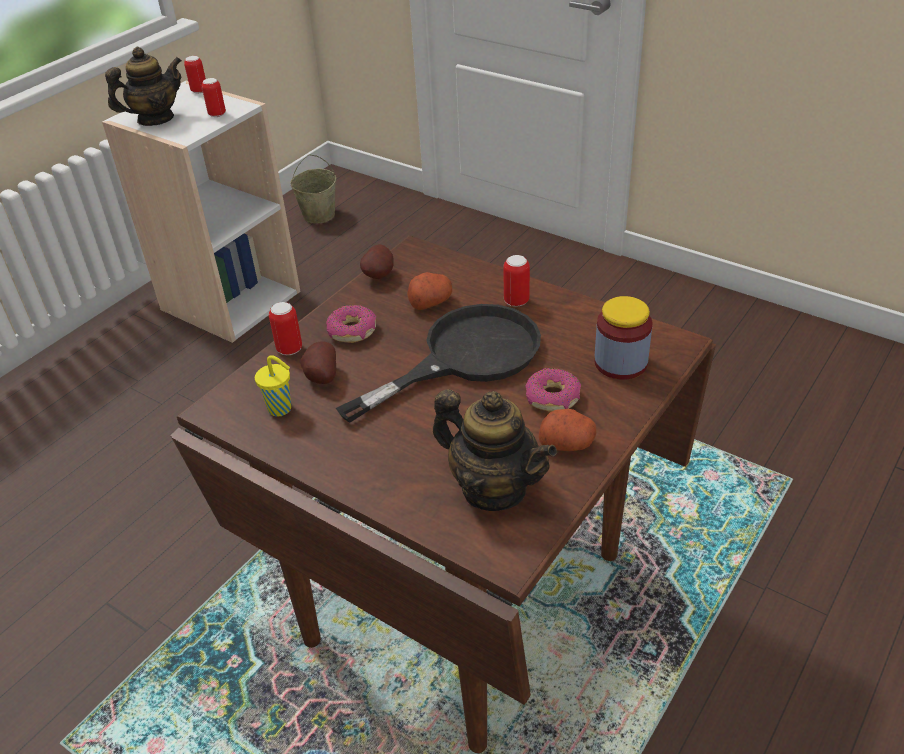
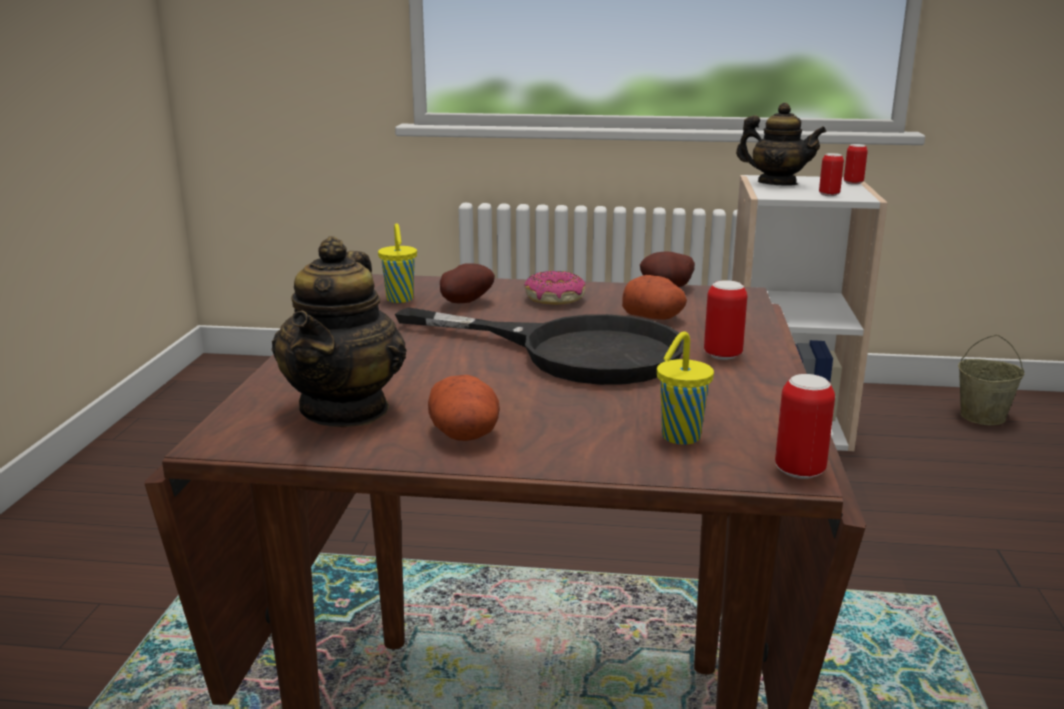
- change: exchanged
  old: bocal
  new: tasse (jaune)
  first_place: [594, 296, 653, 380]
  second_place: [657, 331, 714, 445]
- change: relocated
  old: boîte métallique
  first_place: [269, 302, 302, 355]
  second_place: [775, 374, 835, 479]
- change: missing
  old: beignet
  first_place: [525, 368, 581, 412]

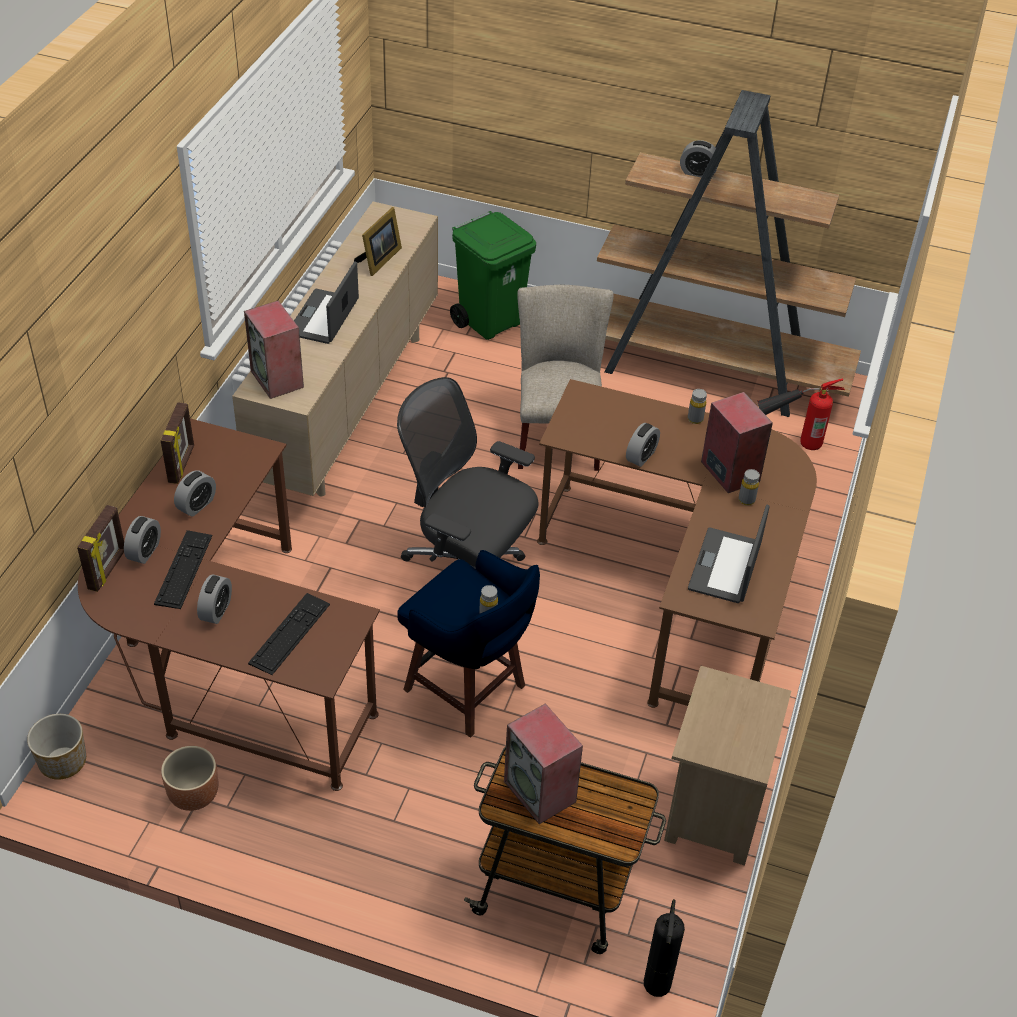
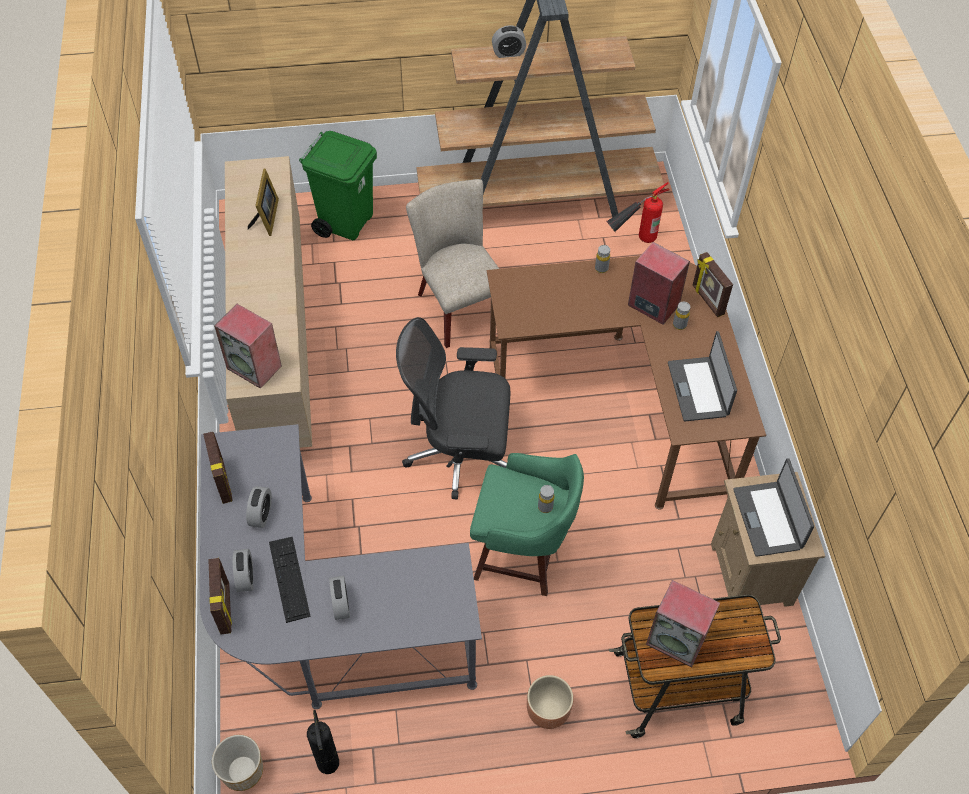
- change: colour
  old: bureau (marron)
  new: bureau (gris)
  first_place: [78, 418, 380, 791]
  second_place: [200, 424, 482, 709]
- change: relocated
  old: extincteur
  first_place: [644, 899, 685, 997]
  second_place: [307, 710, 339, 774]
- change: colour
  old: tabouret (bleu)
  new: tabouret (vert)
  first_place: [397, 550, 540, 738]
  second_place: [470, 453, 584, 596]
- change: relocated
  old: cache-pot (marron)
  first_place: [161, 746, 218, 811]
  second_place: [527, 675, 574, 729]
- change: appeared
  new: cadre photo
  second_place: [693, 252, 733, 317]
- change: relocated
  old: ordinateur portable
  first_place: [294, 261, 359, 344]
  second_place: [733, 458, 814, 557]
- change: missing
  old: clavier
  first_place: [248, 593, 330, 675]
- change: missing
  old: réveil
  first_place: [626, 423, 660, 467]

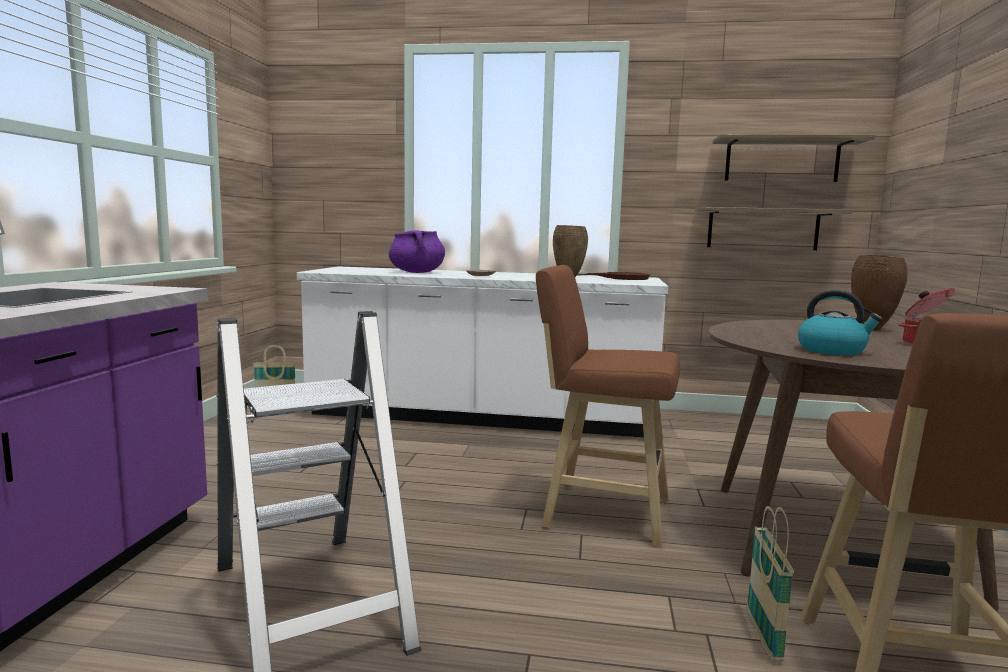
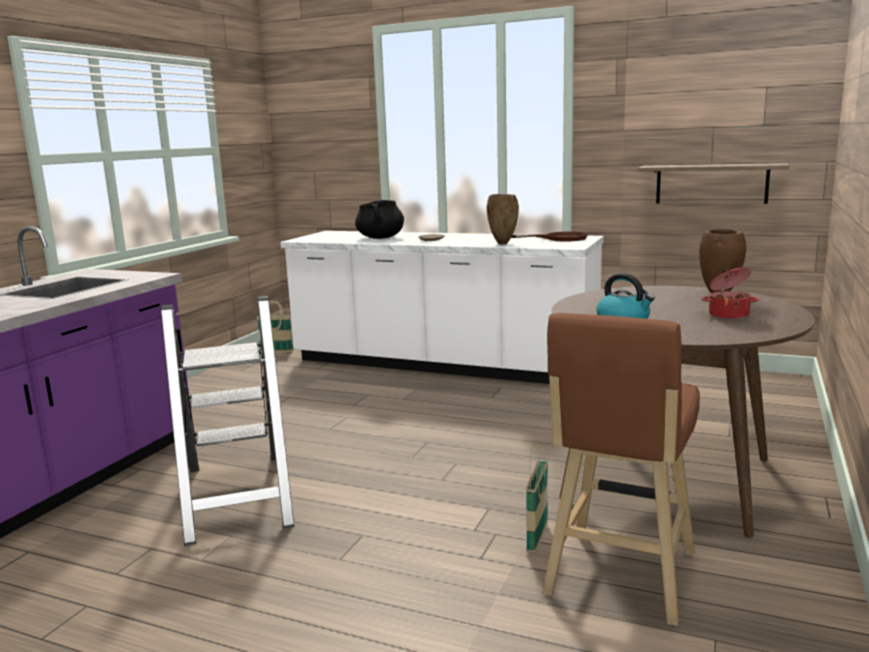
- change: colour
  old: marmite (violet)
  new: marmite (noir)
  first_place: [389, 230, 445, 273]
  second_place: [355, 200, 404, 239]
- change: missing
  old: tabouret (marron)
  first_place: [536, 265, 680, 547]
- change: missing
  old: étagère
  first_place: [712, 134, 875, 182]

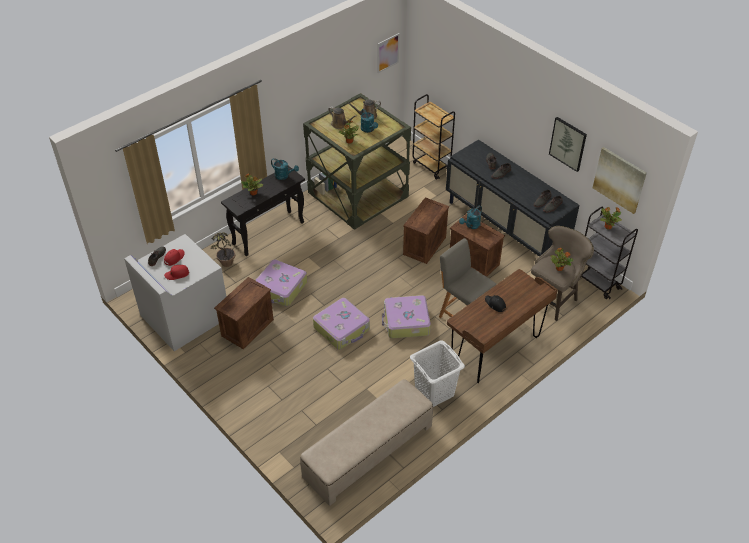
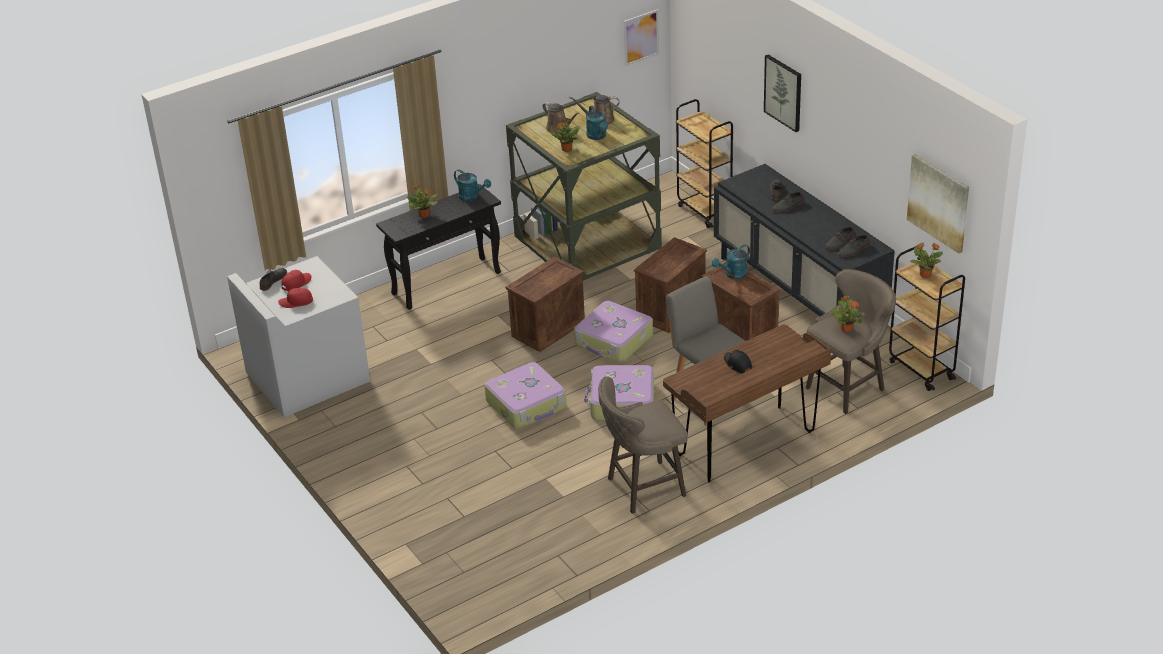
- change: relocated
  old: caisse
  first_place: [214, 277, 274, 349]
  second_place: [505, 256, 585, 352]
- change: relocated
  old: valise
  first_place: [255, 259, 307, 306]
  second_place: [574, 301, 653, 362]
- change: exchanged
  old: panier à linge (blanc)
  new: tabouret (beige)
  first_place: [410, 340, 465, 407]
  second_place: [598, 377, 688, 514]
- change: relocated
  old: tableau
  first_place: [549, 117, 587, 172]
  second_place: [764, 55, 801, 132]
- change: colour
  old: chariot (gris)
  new: chariot (marron)
  first_place: [581, 207, 638, 299]
  second_place: [889, 246, 965, 391]
- change: missing
  old: plante en pot
  first_place: [211, 232, 235, 267]
- change: missing
  old: banc (beige)
  first_place: [300, 379, 433, 506]

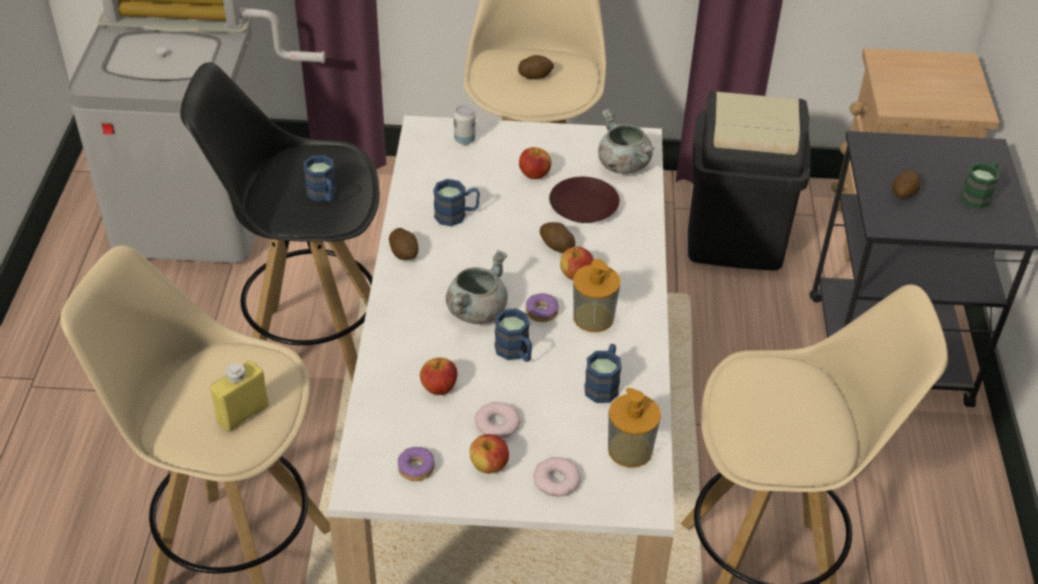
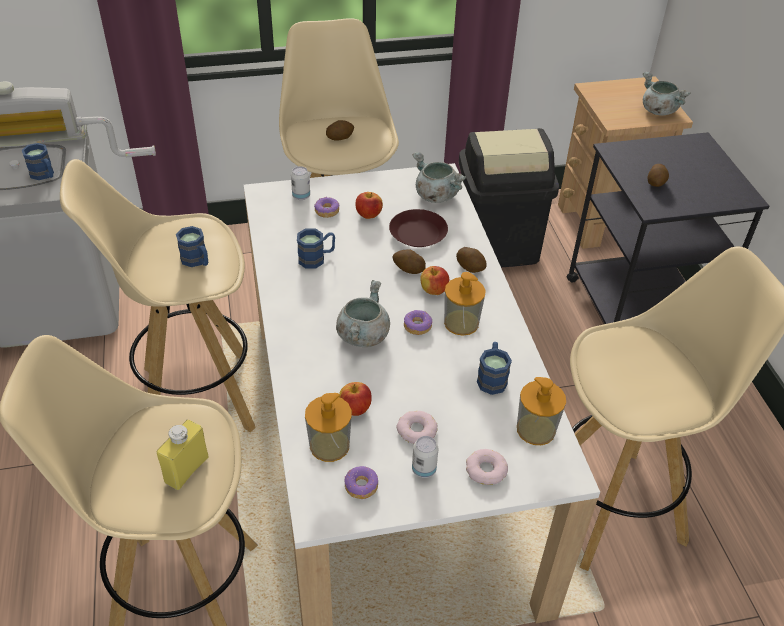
- change: relocated
  old: mug (bleu)
  first_place: [494, 308, 532, 362]
  second_place: [22, 143, 54, 180]
- change: colour
  old: tabouret (noir)
  new: tabouret (beige)
  first_place: [180, 63, 380, 383]
  second_place: [60, 159, 256, 432]
- change: appeared
  new: distributeur de savon
  second_place: [305, 393, 352, 462]
- change: appeared
  new: beignet
  second_place: [314, 197, 339, 218]
- change: exchanged
  old: pomme
  new: boîte métallique
  first_place: [470, 434, 509, 474]
  second_place: [412, 436, 438, 478]
- change: relocated
  old: pomme de terre
  first_place: [389, 228, 418, 260]
  second_place: [456, 247, 487, 273]
- change: appeared
  new: marmite (gris)
  second_place: [643, 72, 691, 116]
- change: missing
  old: mug (vert)
  first_place: [960, 162, 1000, 209]

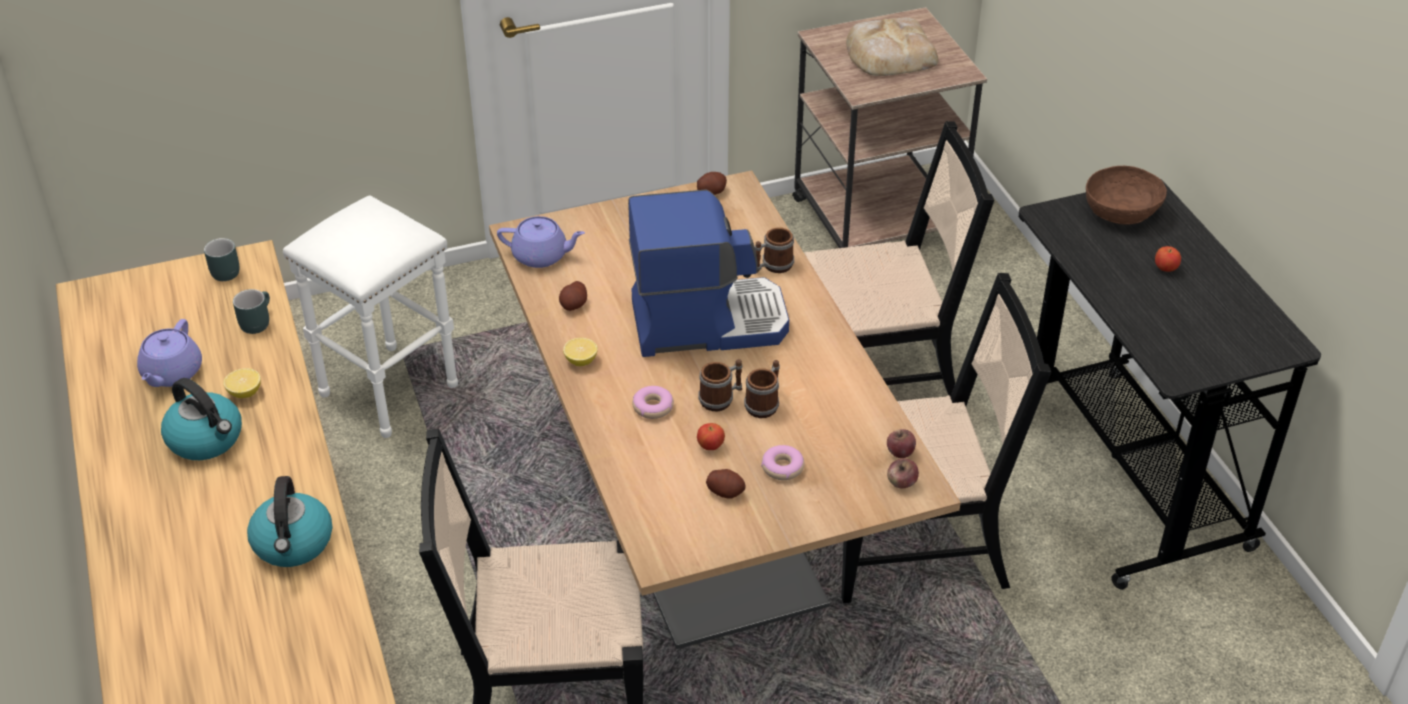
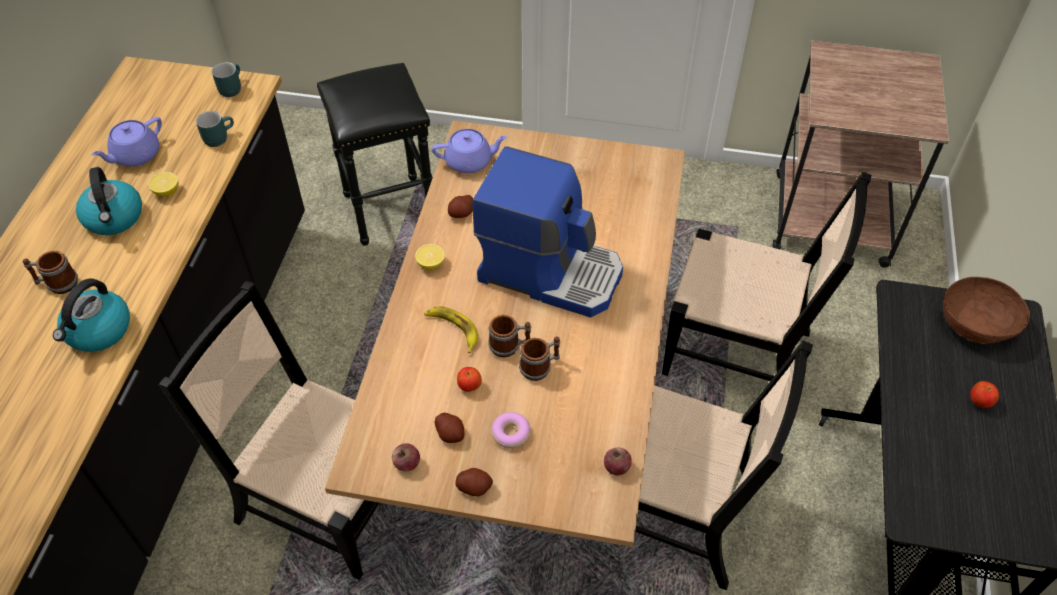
- change: relocated
  old: mug
  first_place: [755, 227, 794, 274]
  second_place: [23, 251, 78, 294]
- change: colour
  old: tabouret (blanc)
  new: tabouret (noir)
  first_place: [283, 195, 458, 438]
  second_place: [317, 63, 433, 246]
- change: relocated
  old: pomme
  first_place: [887, 459, 919, 488]
  second_place: [392, 443, 420, 471]
- change: exchanged
  old: beignet
  new: banane
  first_place: [632, 386, 674, 419]
  second_place: [424, 306, 478, 353]
- change: spun
  old: théière (violet)
  first_place: [497, 216, 585, 268]
  second_place: [432, 129, 507, 173]
  degrees: -45
- change: relocated
  old: pomme de terre
  first_place: [697, 172, 727, 195]
  second_place: [455, 468, 493, 496]
- change: missing
  old: pain
  first_place: [846, 17, 938, 76]

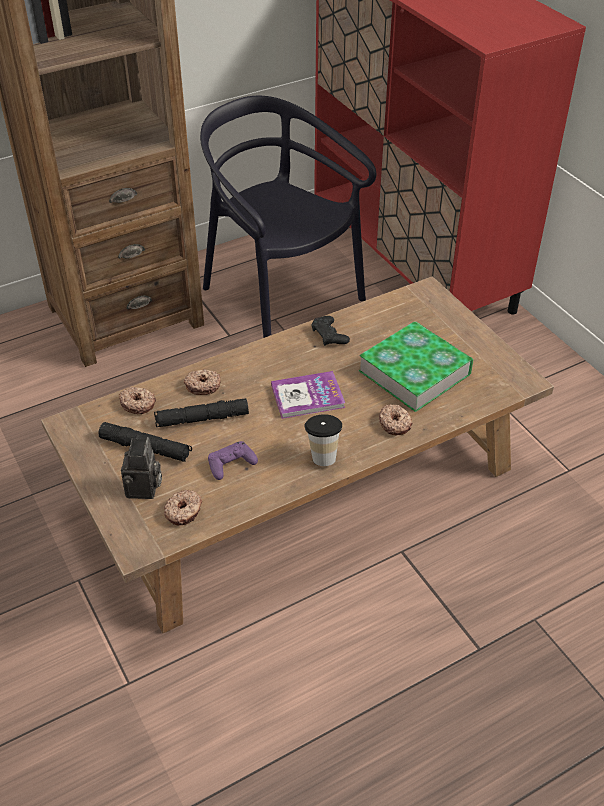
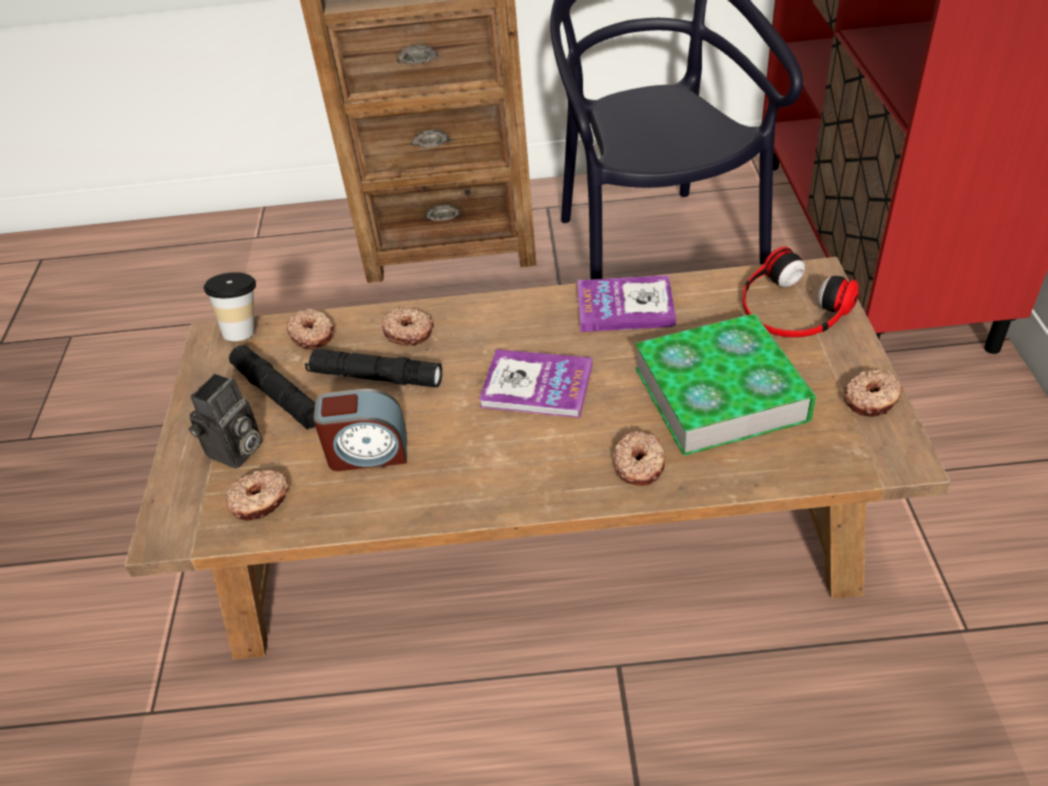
- change: relocated
  old: tasse
  first_place: [305, 414, 342, 466]
  second_place: [203, 272, 256, 341]
- change: exchanged
  old: manette (violet)
  new: réveil
  first_place: [208, 441, 258, 480]
  second_place: [313, 389, 407, 471]
- change: exchanged
  old: manette (noir)
  new: livre
  first_place: [311, 316, 350, 346]
  second_place: [577, 275, 676, 332]
- change: appeared
  new: casque audio
  second_place: [743, 247, 859, 337]
- change: appeared
  new: beignet
  second_place: [843, 369, 903, 417]

